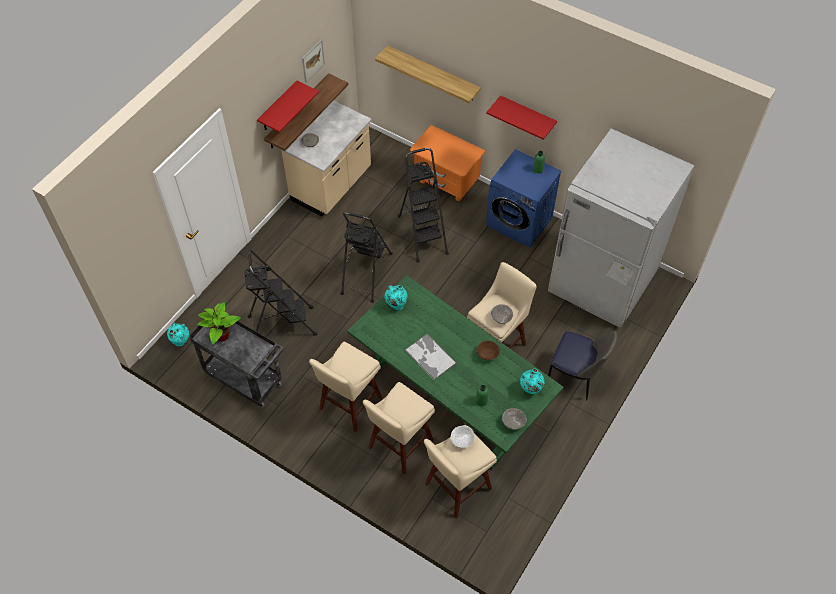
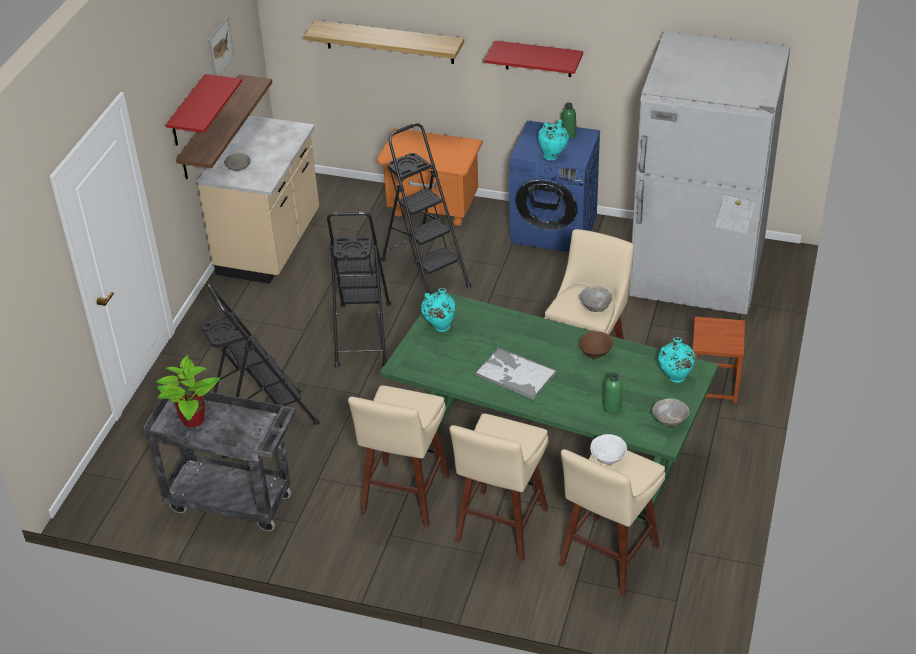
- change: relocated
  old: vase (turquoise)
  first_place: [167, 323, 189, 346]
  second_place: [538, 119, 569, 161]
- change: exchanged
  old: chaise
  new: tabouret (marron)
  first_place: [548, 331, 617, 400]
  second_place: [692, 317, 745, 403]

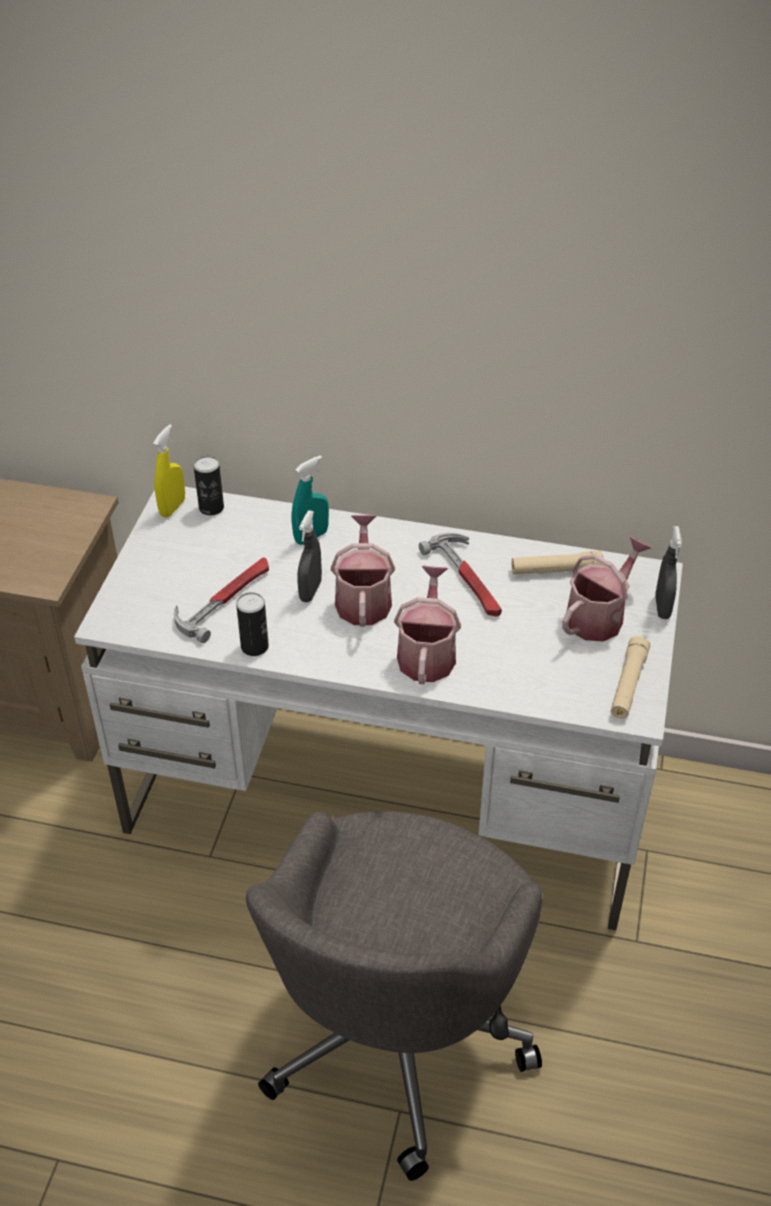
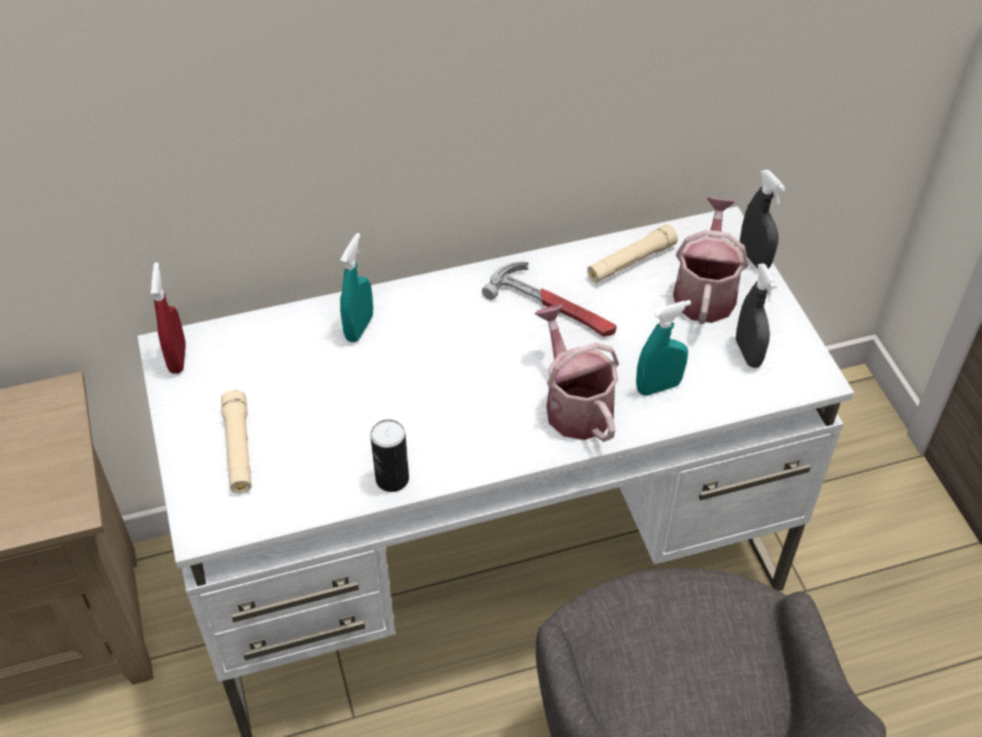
- change: colour
  old: vaporisateur (jaune)
  new: vaporisateur (rouge)
  first_place: [153, 424, 185, 518]
  second_place: [151, 262, 186, 374]
- change: relocated
  old: lampe de poche (beige)
  first_place: [611, 636, 650, 719]
  second_place: [221, 390, 251, 493]
- change: appeared
  new: vaporisateur (turquoise)
  second_place: [636, 300, 691, 396]
- change: relocated
  old: vaporisateur (gris)
  first_place: [297, 510, 322, 602]
  second_place: [736, 263, 777, 368]
- change: missing
  old: marteau
  first_place: [174, 557, 269, 643]
- change: missing
  old: boîte métallique
  first_place: [194, 456, 224, 516]
- change: missing
  old: arrosoir
  first_place: [331, 515, 395, 627]

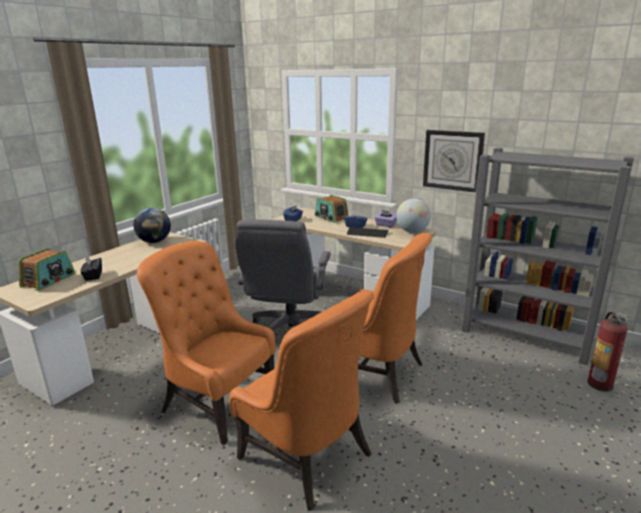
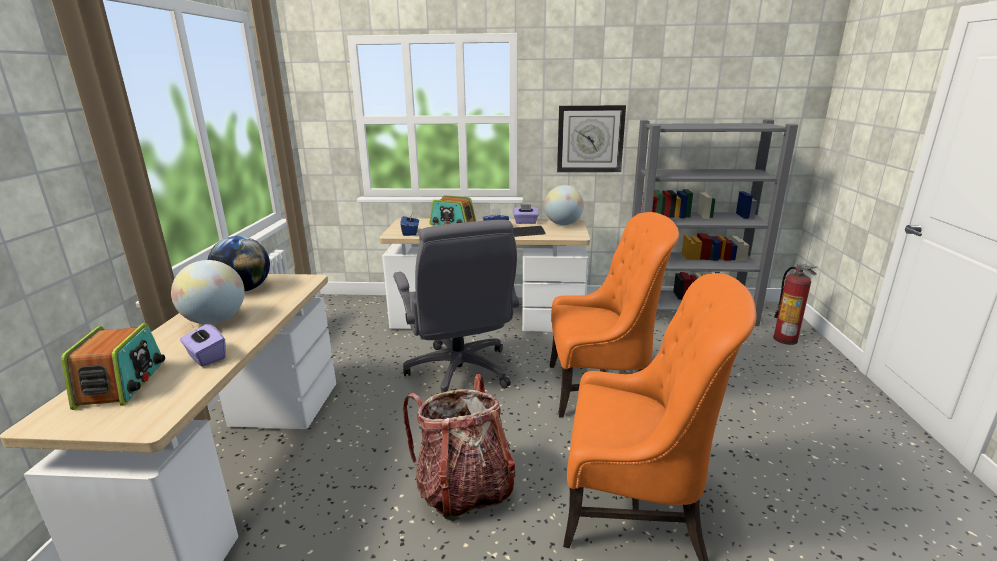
- change: appeared
  new: globe
  second_place: [171, 260, 245, 324]
- change: colour
  old: boîte à mouchoirs (noir)
  new: boîte à mouchoirs (violet)
  first_place: [81, 256, 102, 281]
  second_place: [180, 324, 226, 367]
- change: exchanged
  old: chaise (orange)
  new: sac à dos
  first_place: [137, 241, 276, 445]
  second_place: [403, 374, 516, 521]

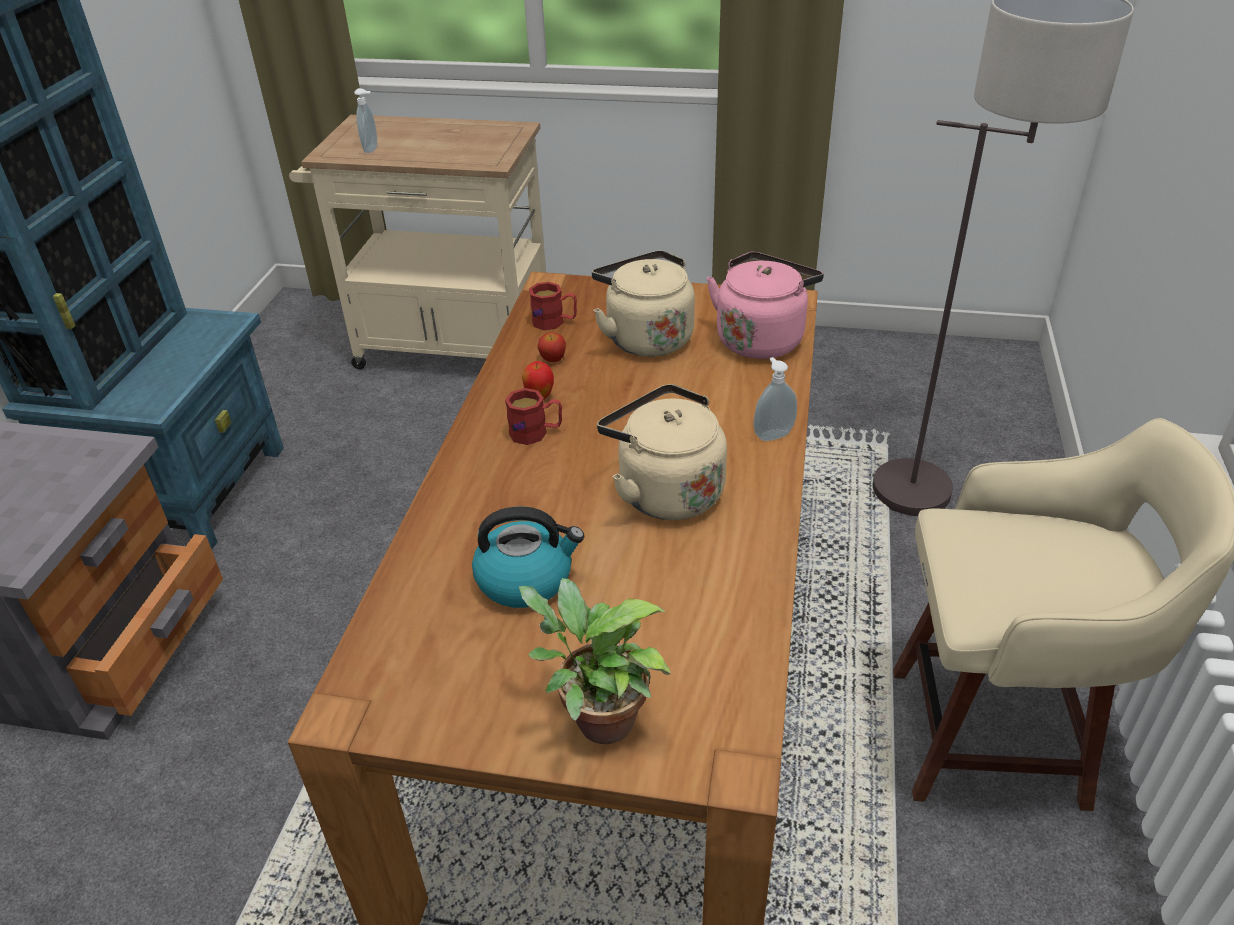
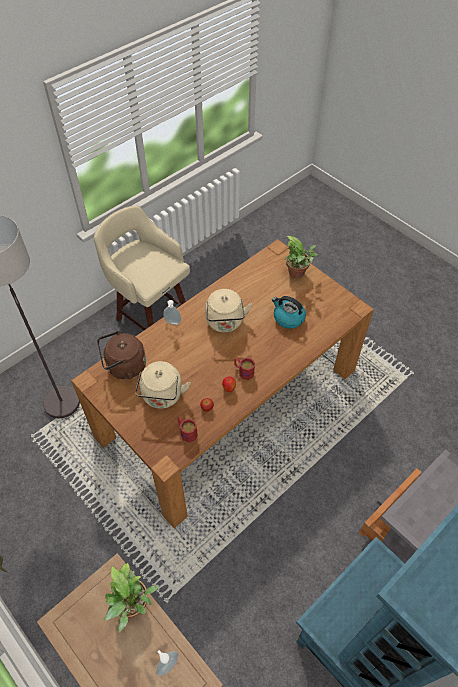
- change: colour
  old: bouilloire (rose)
  new: bouilloire (marron)
  first_place: [707, 252, 824, 359]
  second_place: [97, 331, 146, 379]
- change: appeared
  new: plante en pot
  second_place: [104, 563, 159, 633]

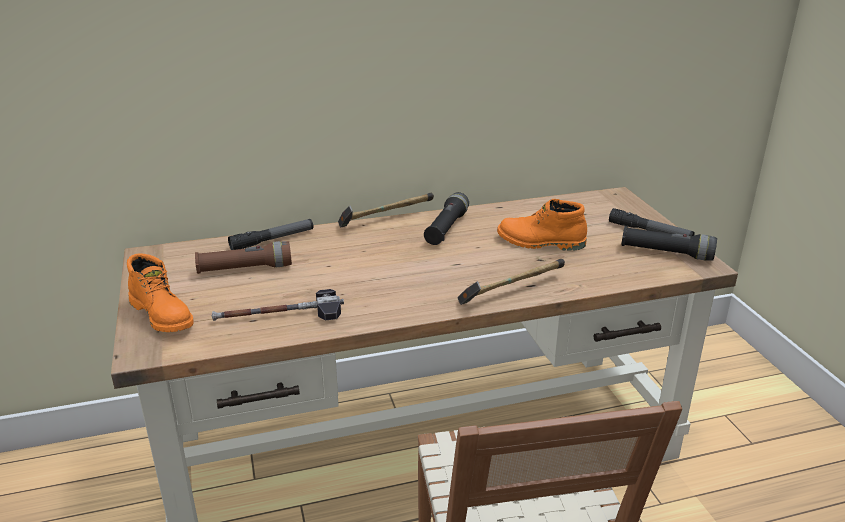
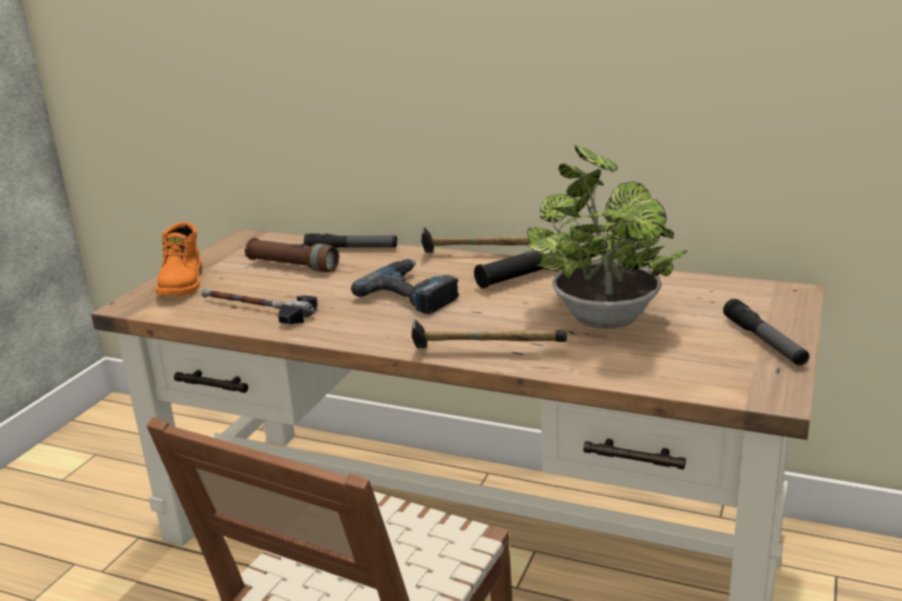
- change: appeared
  new: perceuse
  second_place: [351, 259, 459, 314]
- change: exchanged
  old: botte (orange)
  new: plante en pot
  first_place: [497, 199, 587, 251]
  second_place: [527, 145, 688, 329]
- change: missing
  old: lampe de poche (noir)
  first_place: [621, 226, 717, 261]

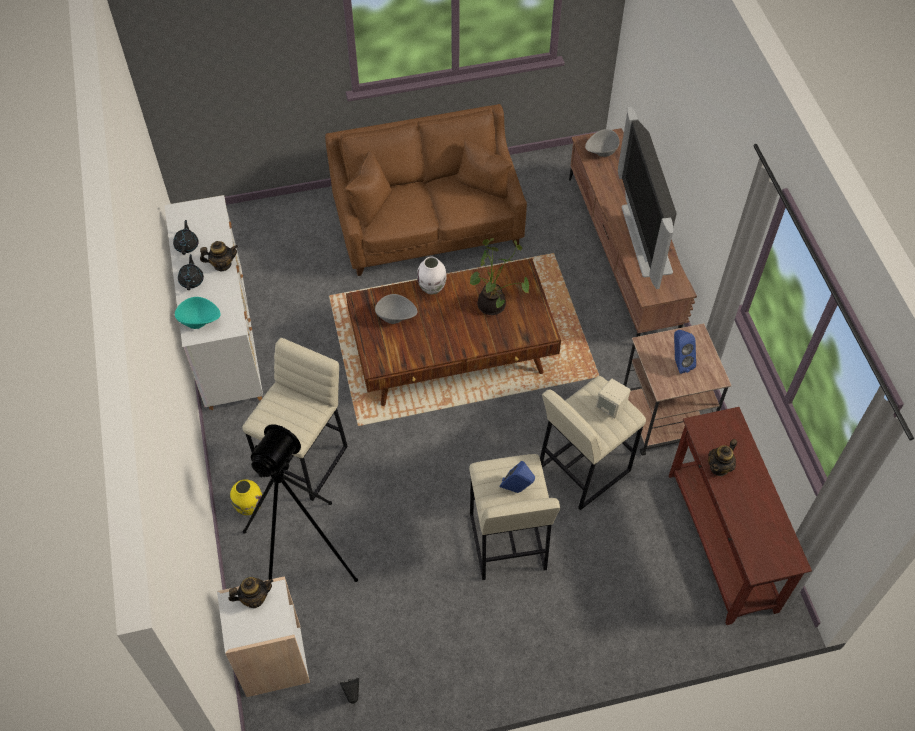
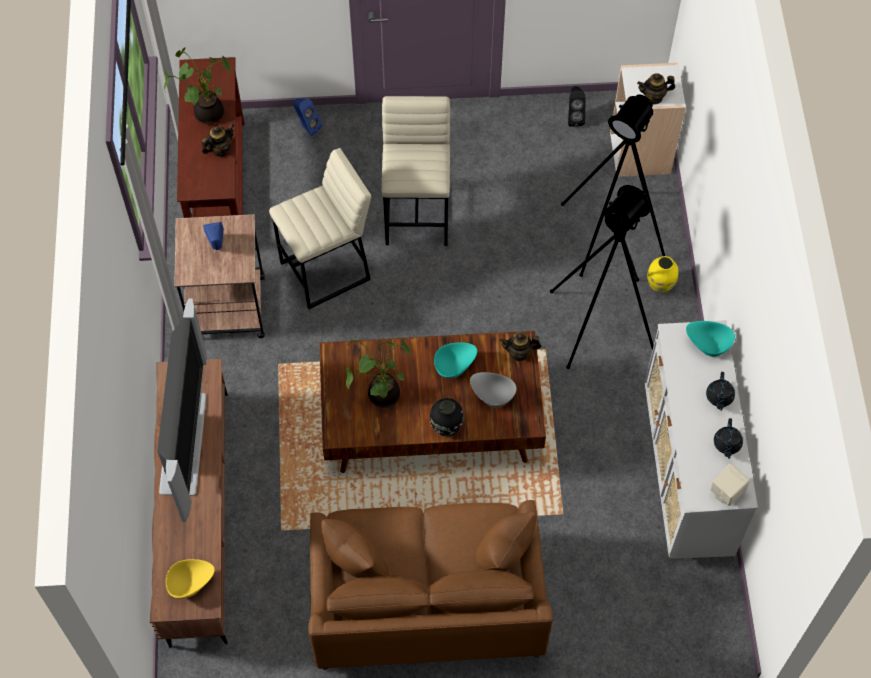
- change: appeared
  new: plante en pot
  second_place: [164, 47, 232, 124]
- change: colour
  old: bol (gris)
  new: bol (jaune)
  first_place: [585, 129, 620, 157]
  second_place: [166, 559, 215, 599]
- change: relocated
  old: enceinte (bleu)
  first_place: [499, 461, 535, 493]
  second_place: [293, 98, 322, 136]
- change: colour
  old: vase (blanc)
  new: vase (noir)
  first_place: [417, 257, 447, 294]
  second_place: [430, 398, 464, 436]
- change: appeared
  new: bol (turquoise)
  second_place: [434, 342, 477, 378]
- change: relocated
  old: théière
  first_place: [200, 241, 238, 271]
  second_place: [500, 332, 541, 361]
- change: exchanged
  old: tabouret (beige)
  new: lampadaire (noir)
  first_place: [243, 338, 348, 501]
  second_place: [550, 185, 654, 369]
- change: relocated
  old: enceinte (beige)
  first_place: [595, 379, 631, 418]
  second_place: [710, 463, 750, 506]

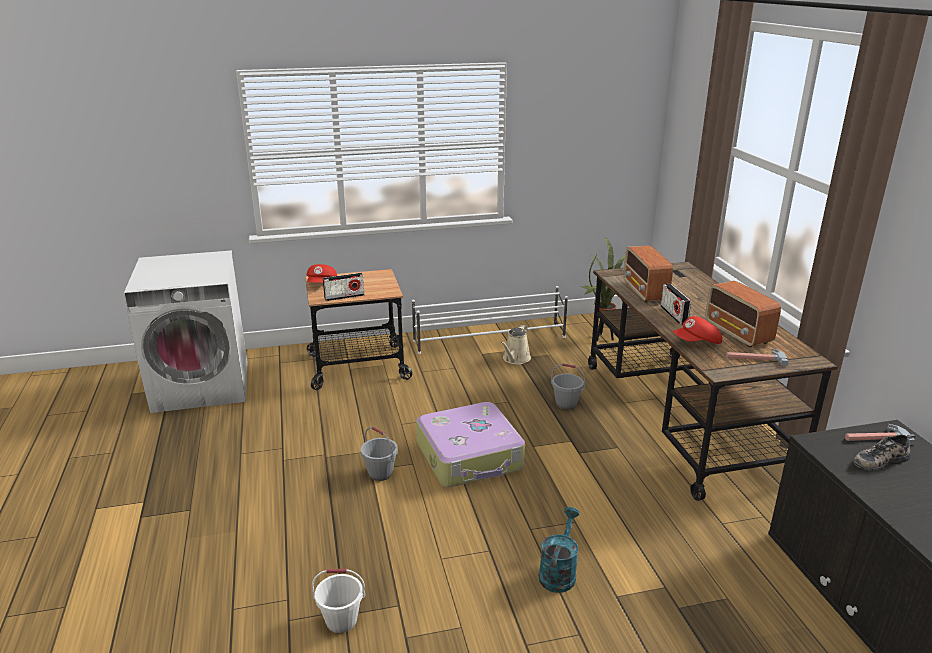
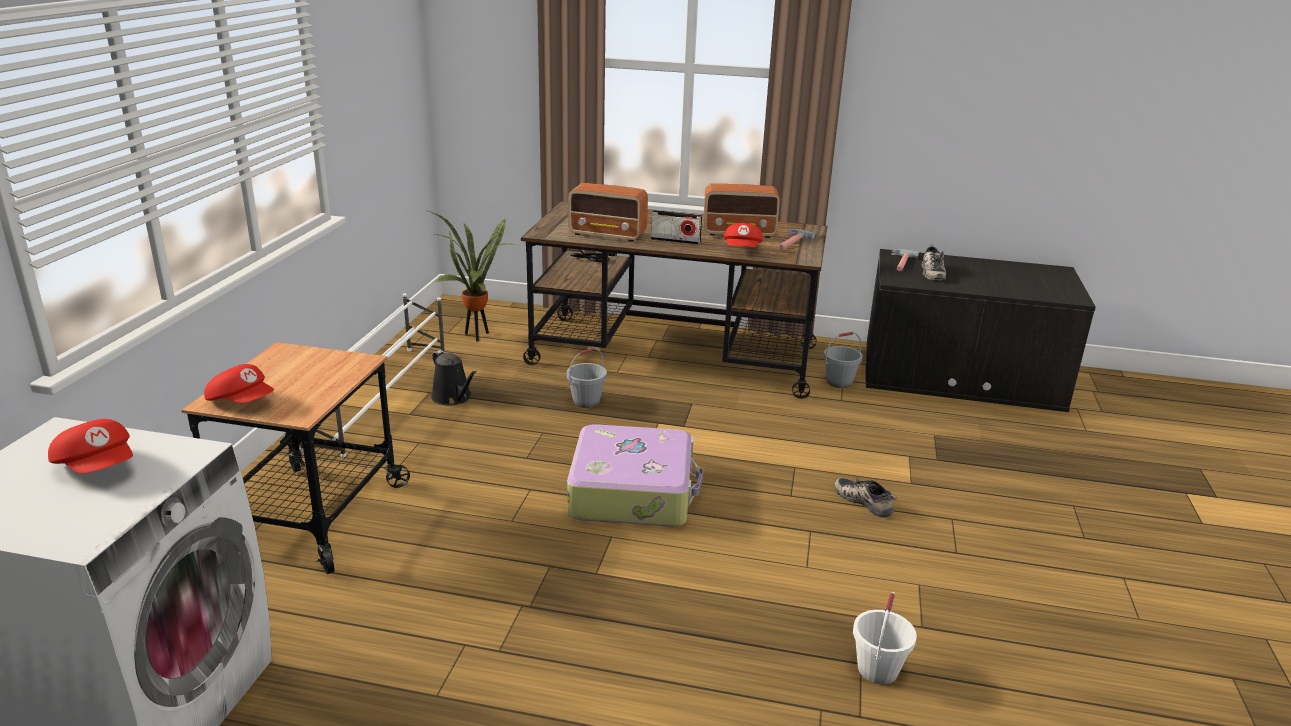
- change: appeared
  new: casquette (rouge)
  second_place: [48, 419, 133, 474]
- change: colour
  old: arrosoir (beige)
  new: arrosoir (noir)
  first_place: [500, 325, 531, 365]
  second_place: [431, 350, 477, 405]
- change: relocated
  old: seau (gris)
  first_place: [361, 427, 398, 481]
  second_place: [824, 332, 863, 388]
- change: exchanged
  old: arrosoir (turquoise)
  new: chaussure
  first_place: [539, 507, 580, 593]
  second_place: [834, 477, 897, 518]
- change: missing
  old: radio
  first_place: [323, 273, 365, 301]

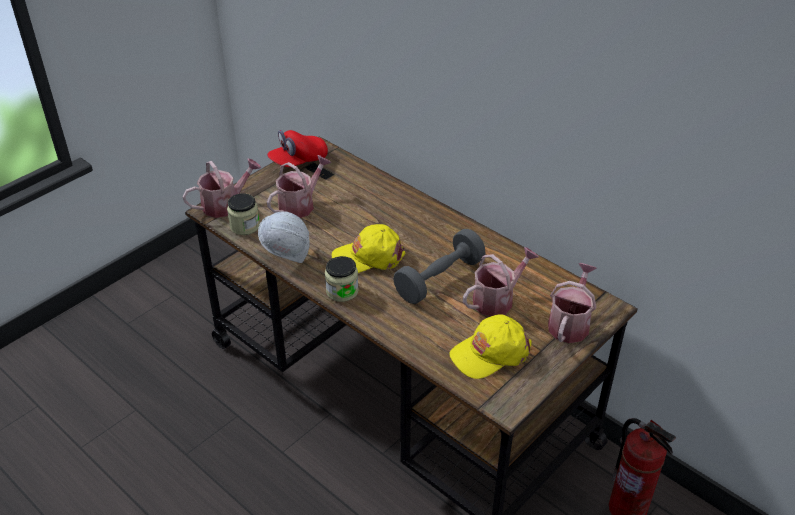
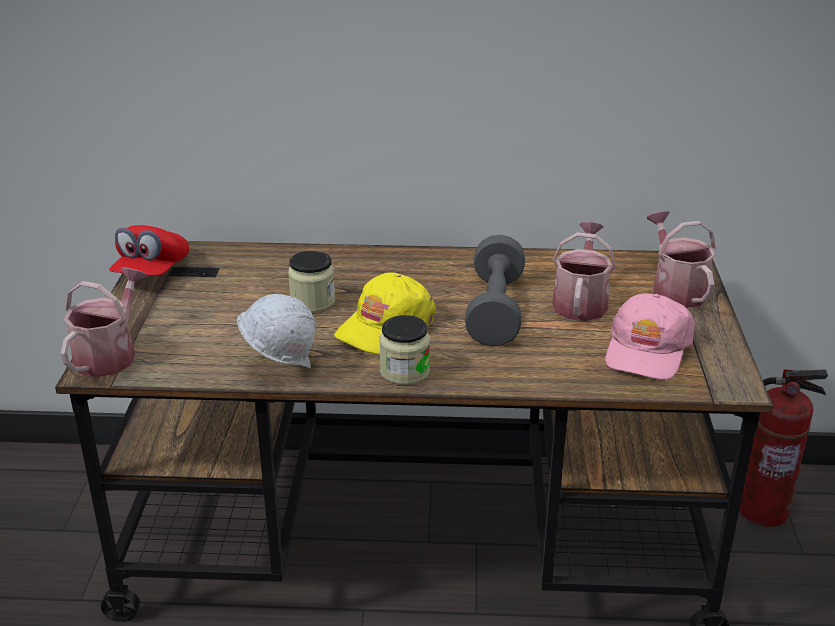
- change: relocated
  old: bocal
  first_place: [227, 193, 260, 235]
  second_place: [288, 251, 335, 312]
- change: colour
  old: casquette (jaune)
  new: casquette (rose)
  first_place: [449, 314, 532, 379]
  second_place: [605, 293, 695, 380]
- change: missing
  old: arrosoir
  first_place: [267, 155, 332, 218]

